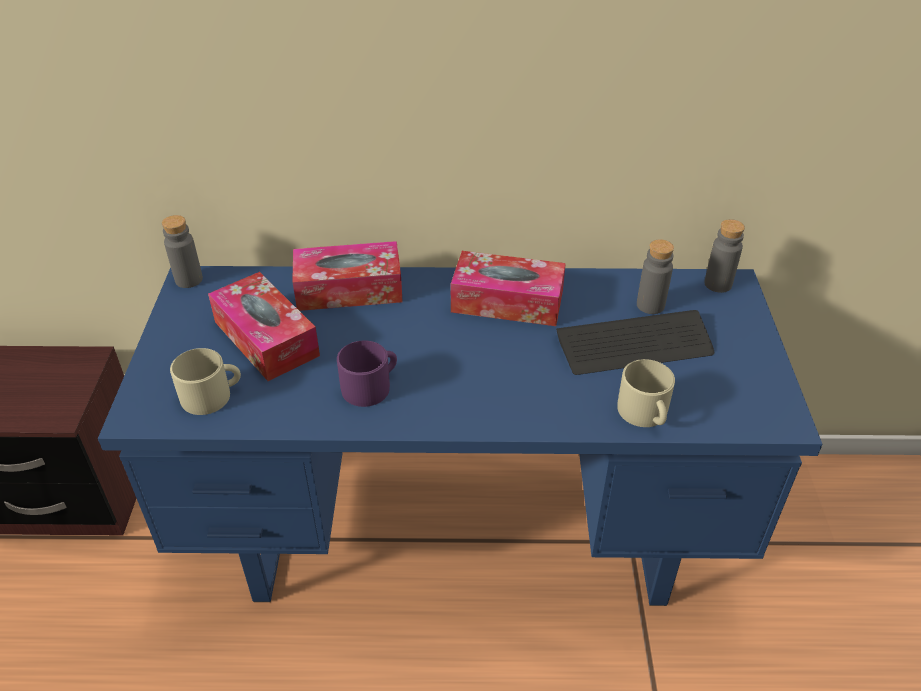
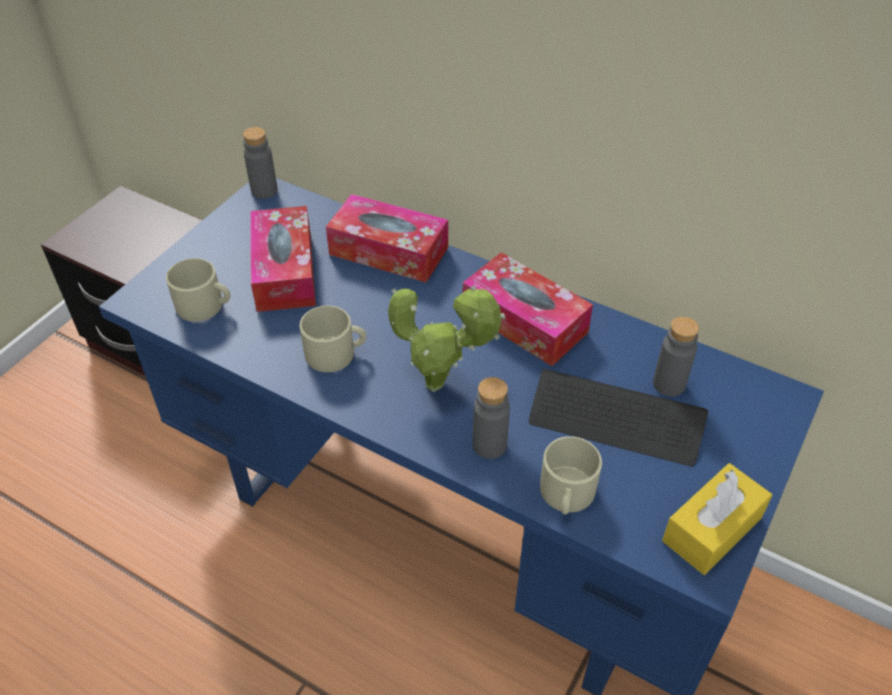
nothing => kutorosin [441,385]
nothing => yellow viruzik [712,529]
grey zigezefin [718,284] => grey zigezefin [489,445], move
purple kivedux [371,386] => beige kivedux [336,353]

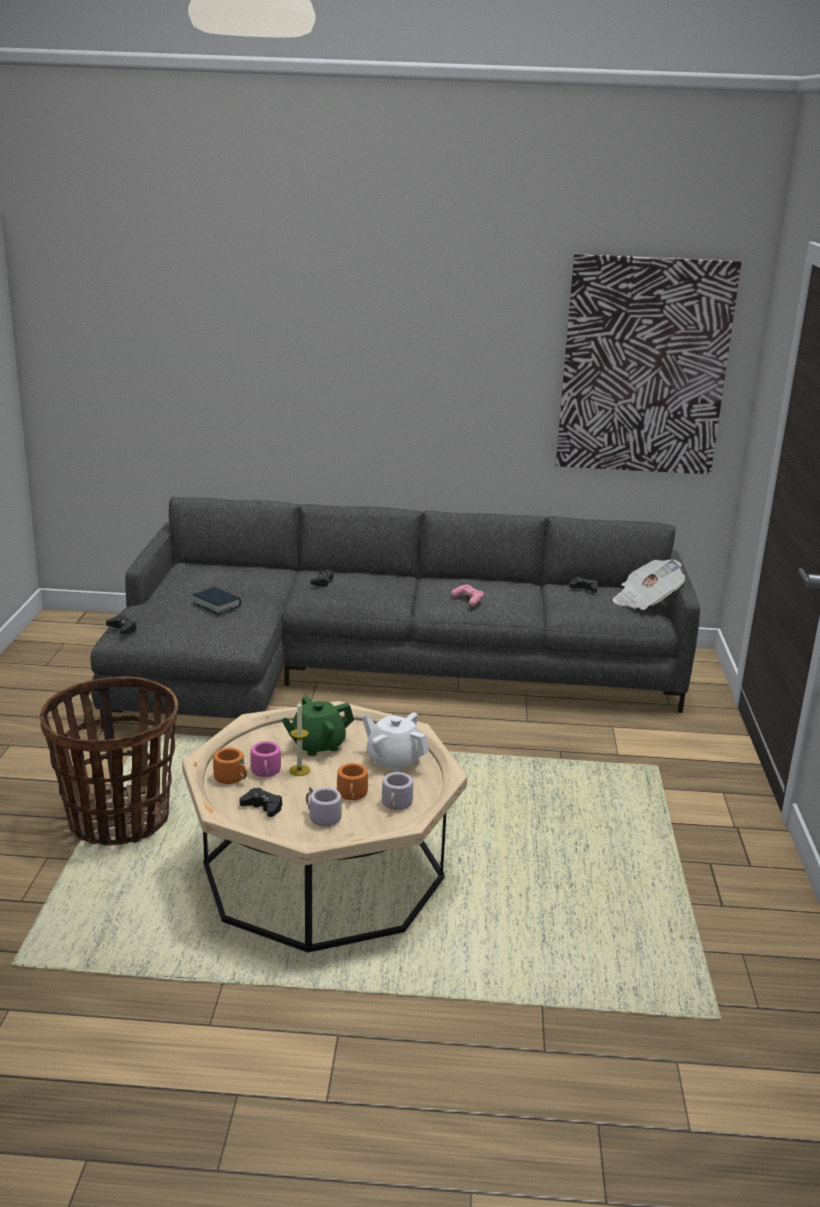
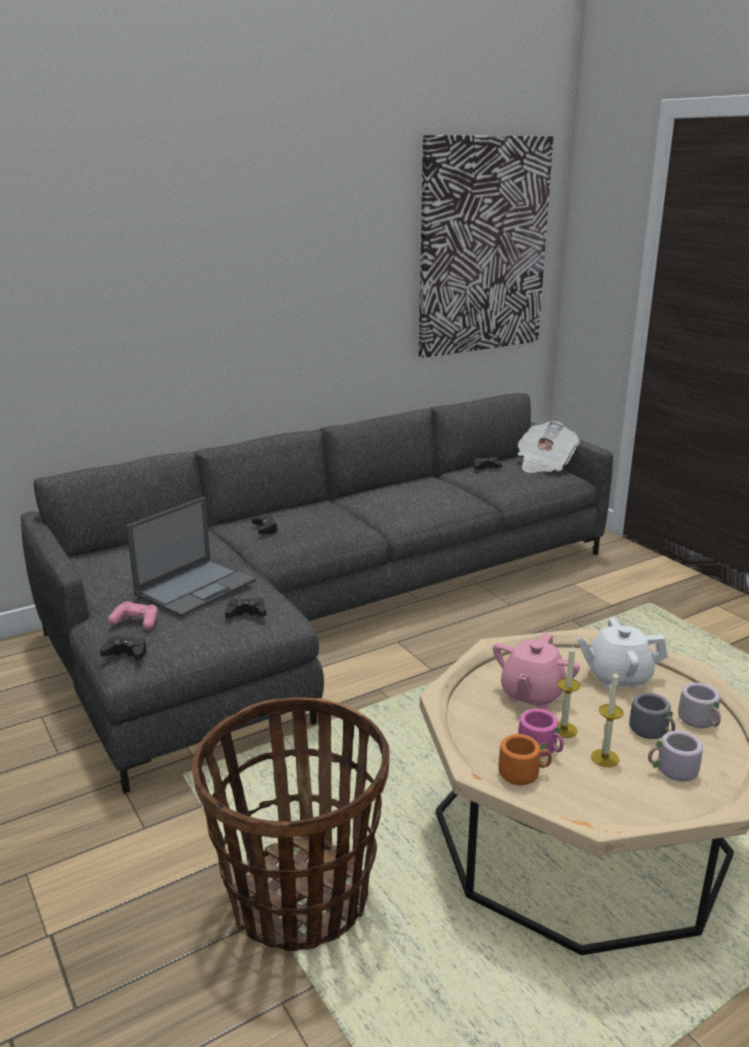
nothing => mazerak [605,758]
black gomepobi [263,807] => black gomepobi [246,613], move
pink gomepobi [468,600] => pink gomepobi [136,622], move
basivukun [217,605] => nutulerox [196,587]
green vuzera [317,745] => pink vuzera [531,694]
orange kivedux [353,795] => grey kivedux [653,731]

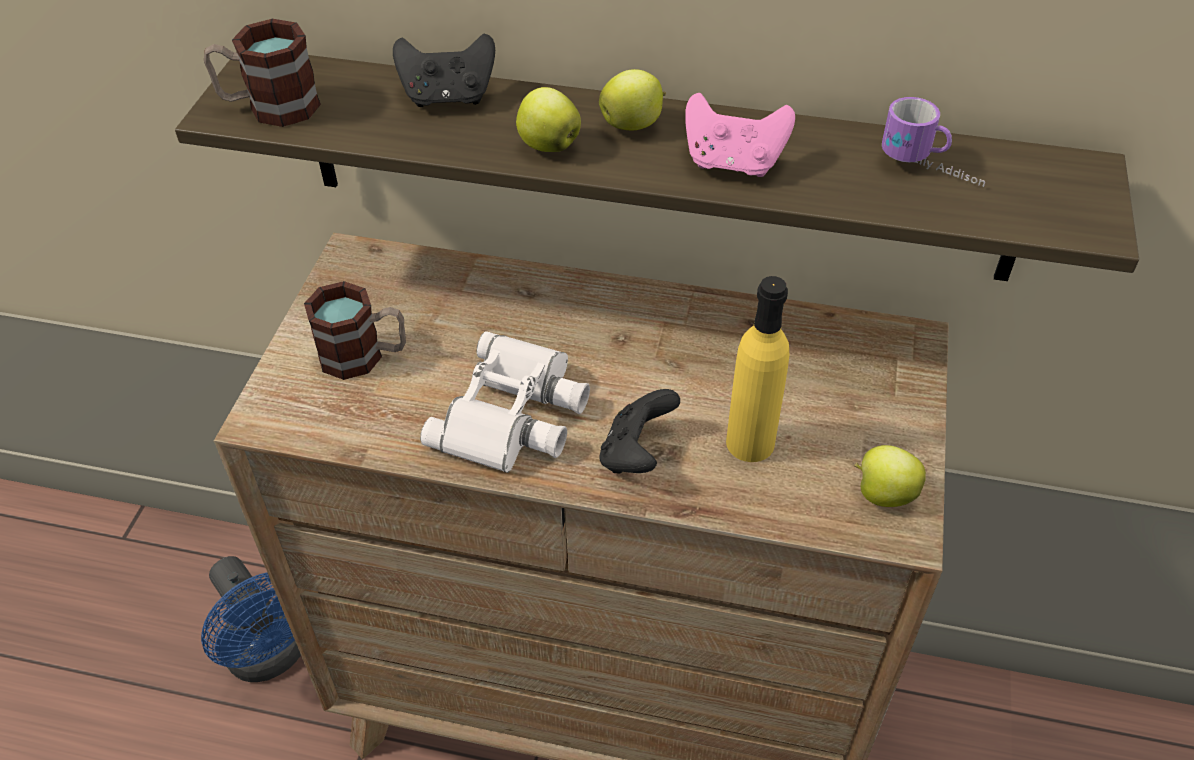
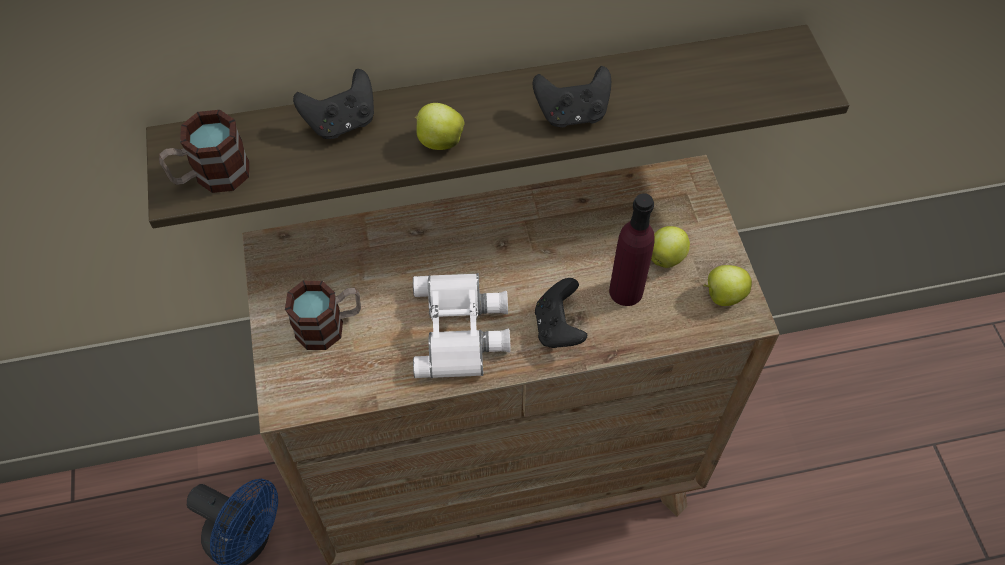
kivedux [930,171] => nothing
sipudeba [632,125] => sipudeba [666,257], move
pink gomepobi [733,163] => black gomepobi [572,114]
yellow zigezefin [750,443] => purple zigezefin [626,291]

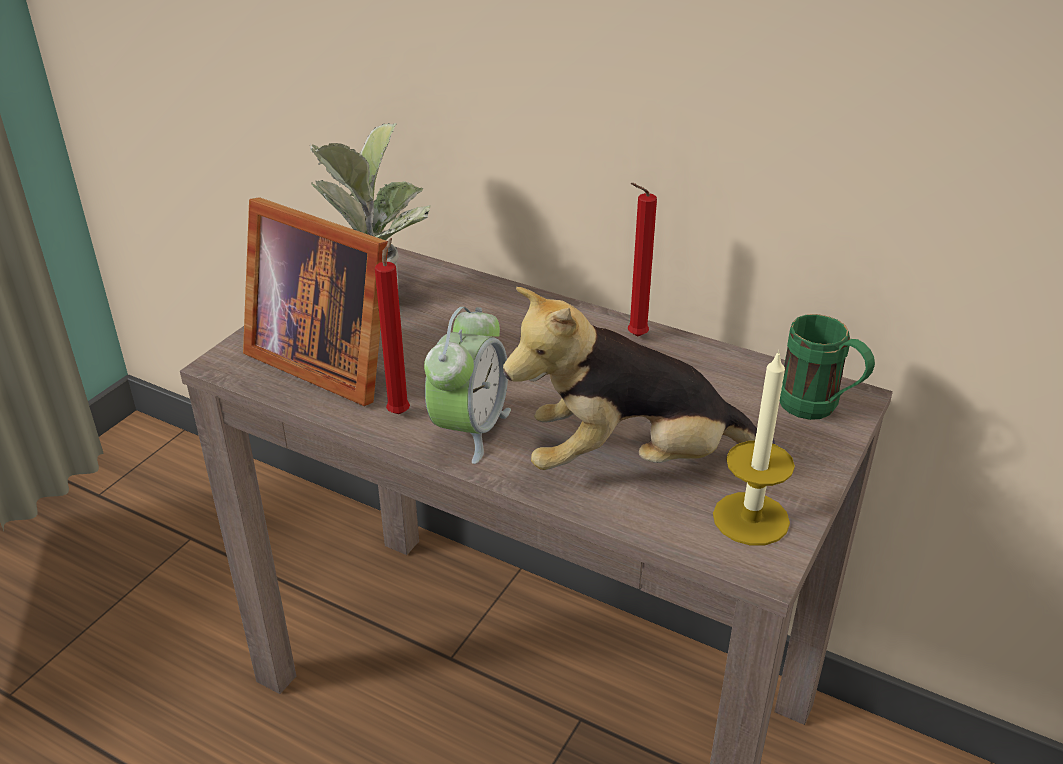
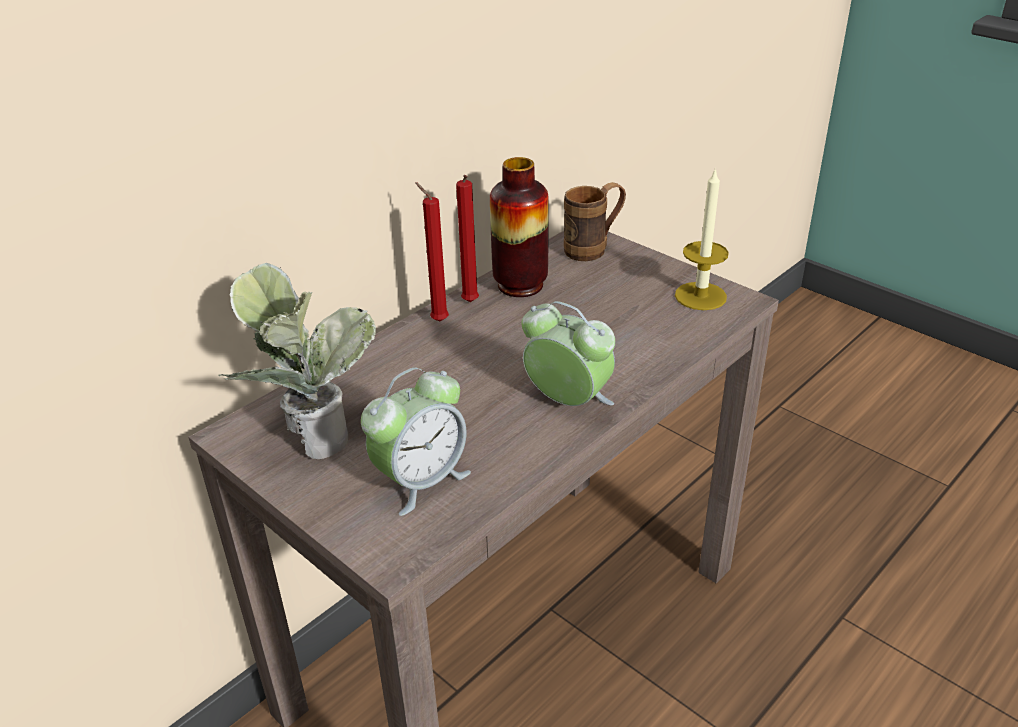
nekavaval [632,462] => nothing
nothing => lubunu [520,285]
red mazerak [400,411] => red mazerak [437,320], move
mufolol [325,359] => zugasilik [421,481]
green kivedux [818,410] => brown kivedux [594,249]

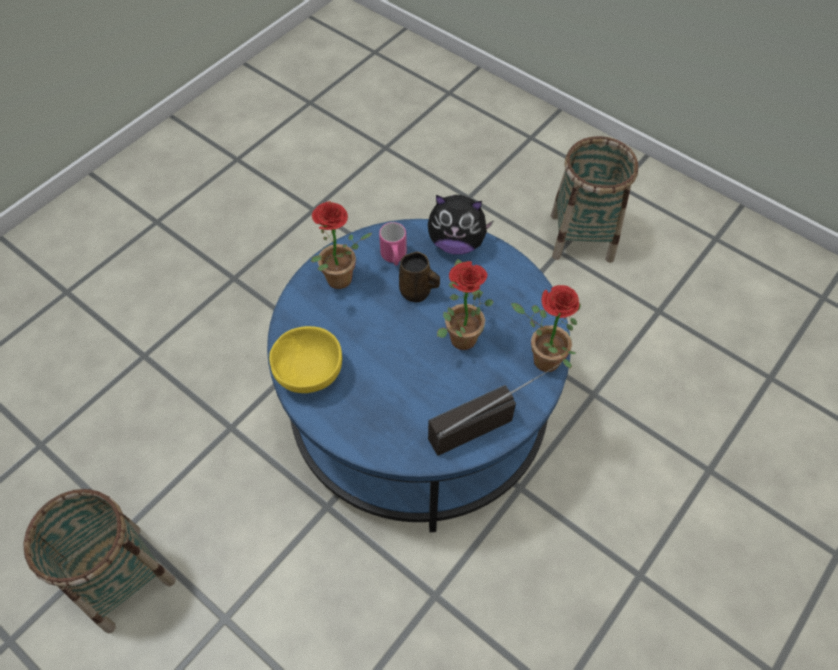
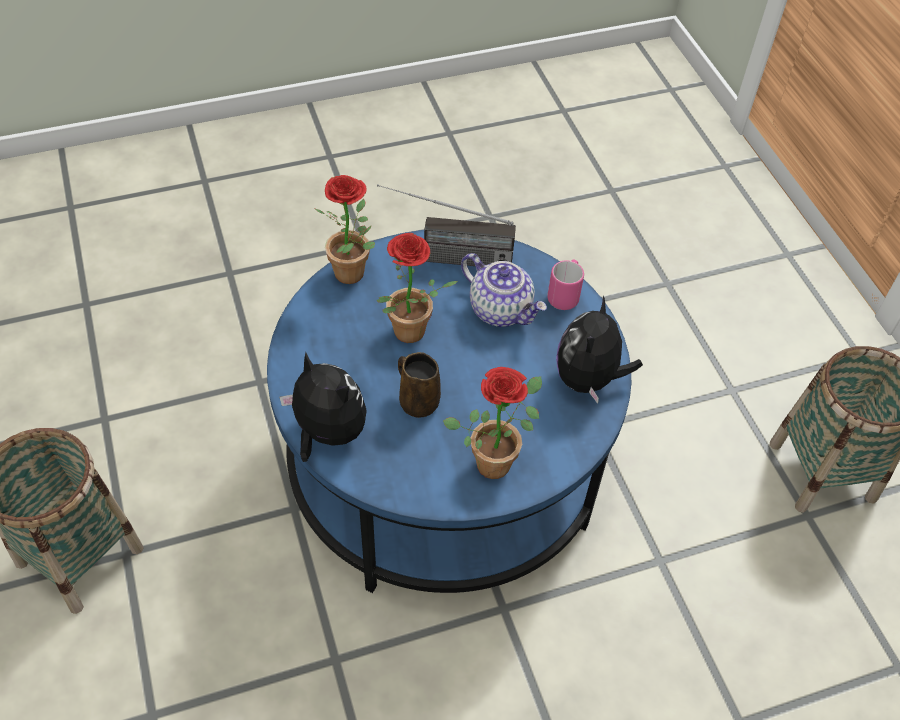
nothing => vuzera [501,310]
pink kivedux [394,257] => pink kivedux [565,295], move
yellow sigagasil [308,373] => nekavaval [588,379]

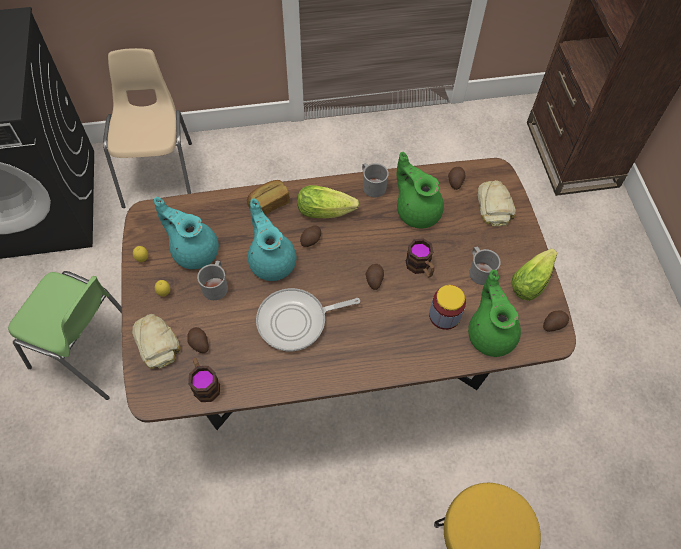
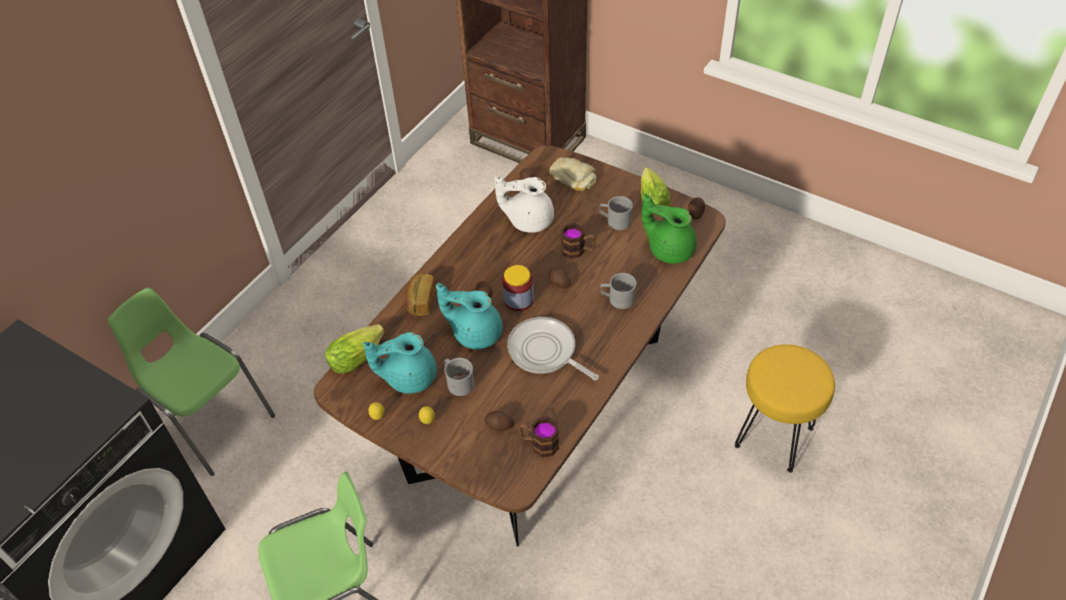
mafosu [157,342] => nothing
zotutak [328,211] => zotutak [359,355], move
grey kivedux [372,185] => grey kivedux [617,299], move
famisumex [444,315] => famisumex [518,299], move
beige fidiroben [159,173] => green fidiroben [211,420]
green vuzera [417,210] => white vuzera [528,220]
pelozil [296,321] => pelozil [545,352], 105 degrees clockwise

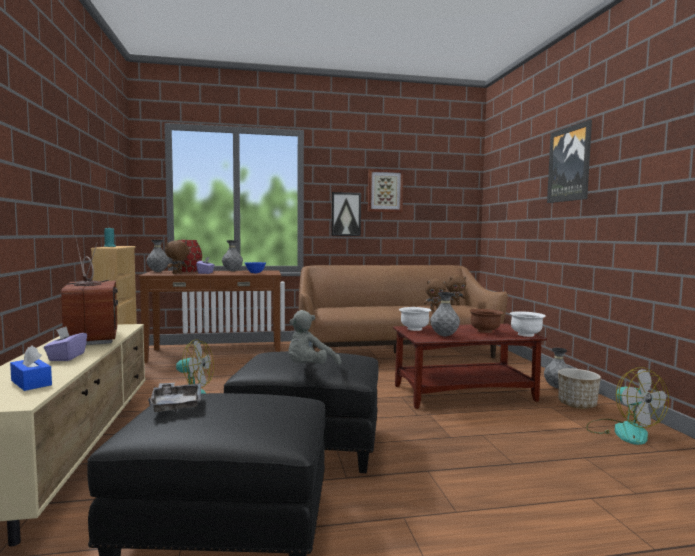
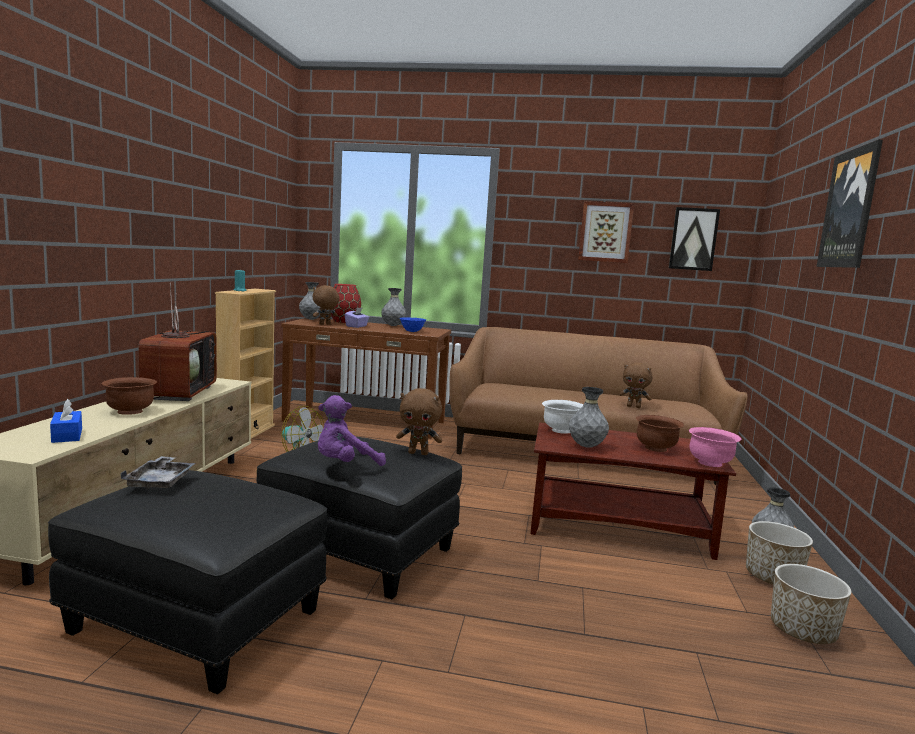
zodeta [346,214] => zodeta [693,239], move
brown nekavaval [455,304] => brown nekavaval [418,453], move
purple viruzik [66,357] => brown sigagasil [130,411]
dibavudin [622,431] => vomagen [803,631]
grey nekavaval [309,369] => purple nekavaval [345,465]
white sigagasil [526,335] => pink sigagasil [710,463]

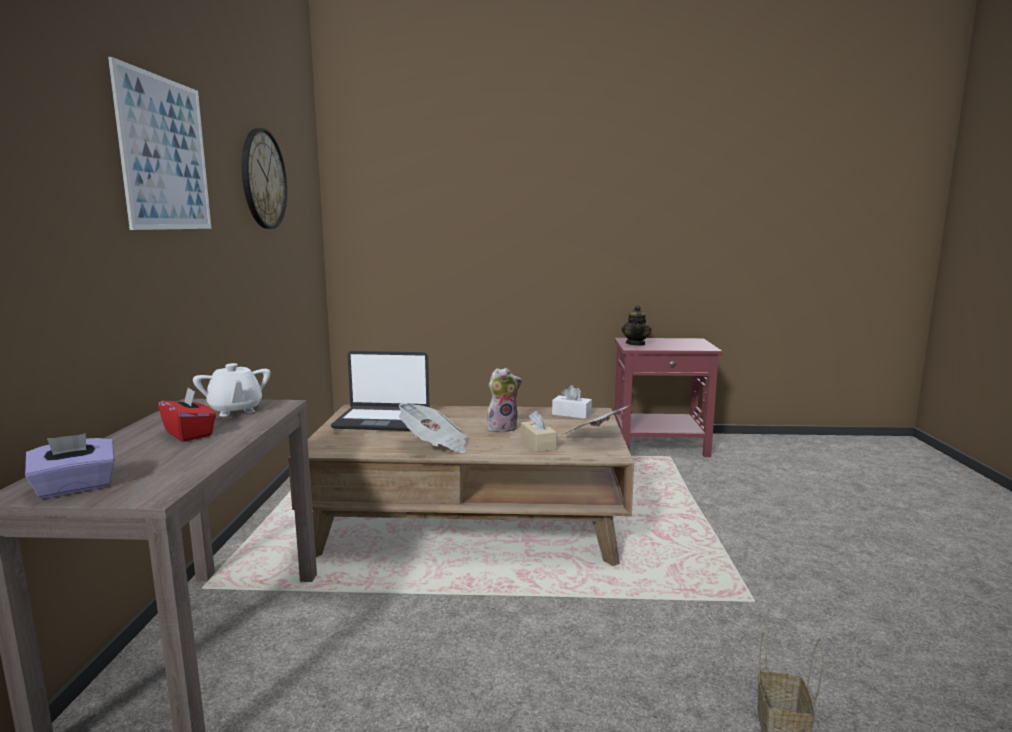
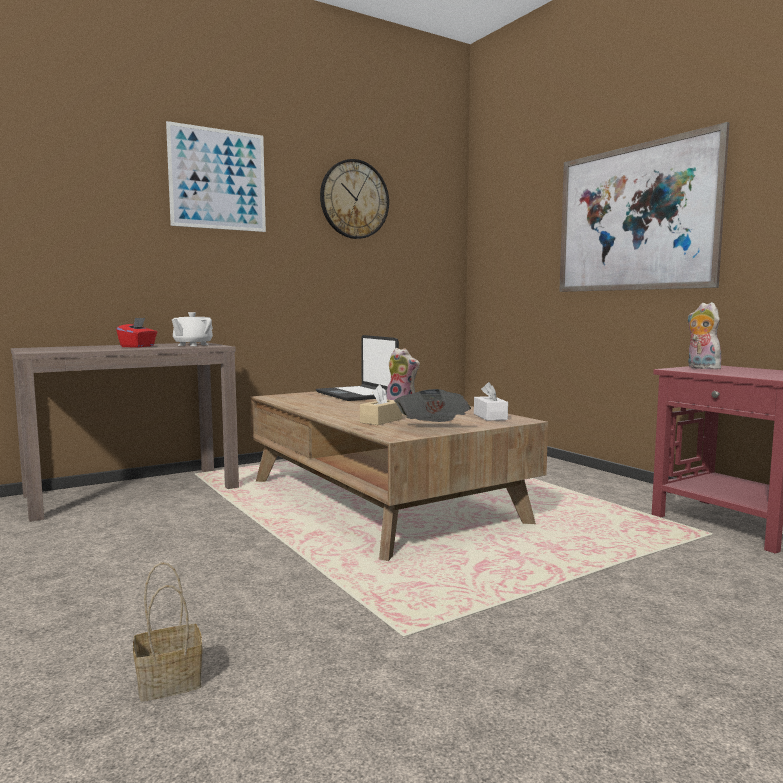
purple viruzik [75,488] => nothing
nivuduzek [435,446] => nothing
nothing => zodeta [634,218]
vuzera [636,344] => nekavaval [701,368]

